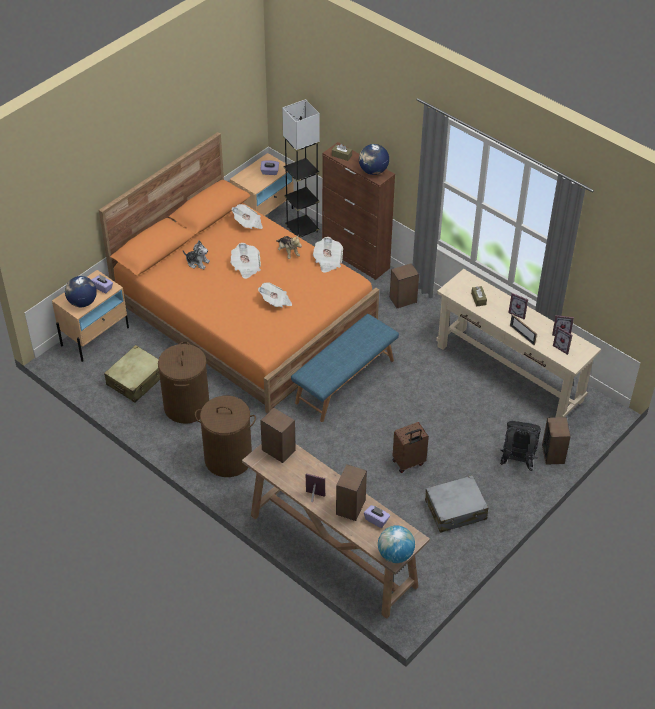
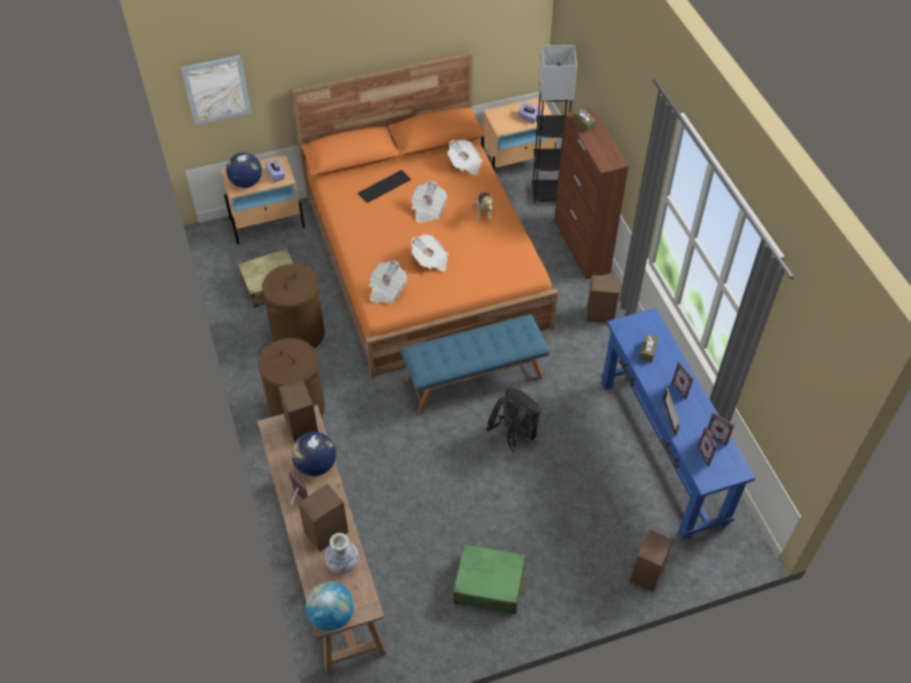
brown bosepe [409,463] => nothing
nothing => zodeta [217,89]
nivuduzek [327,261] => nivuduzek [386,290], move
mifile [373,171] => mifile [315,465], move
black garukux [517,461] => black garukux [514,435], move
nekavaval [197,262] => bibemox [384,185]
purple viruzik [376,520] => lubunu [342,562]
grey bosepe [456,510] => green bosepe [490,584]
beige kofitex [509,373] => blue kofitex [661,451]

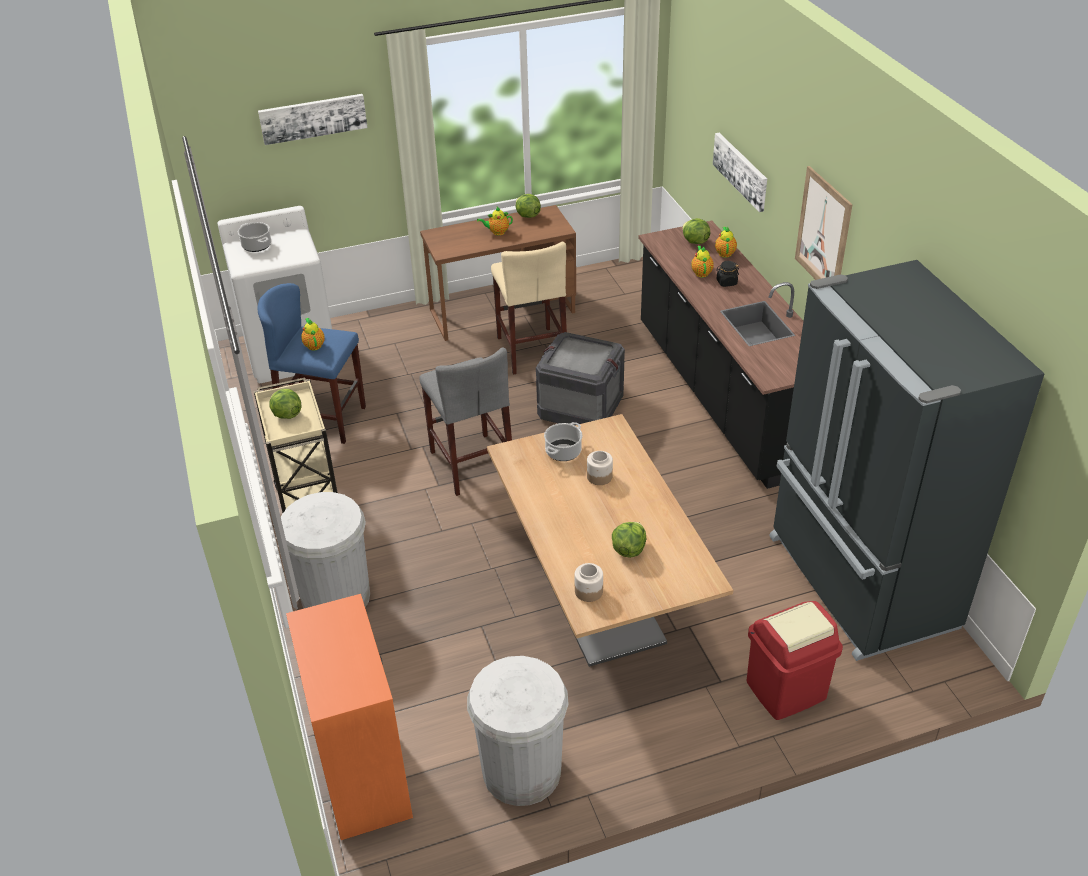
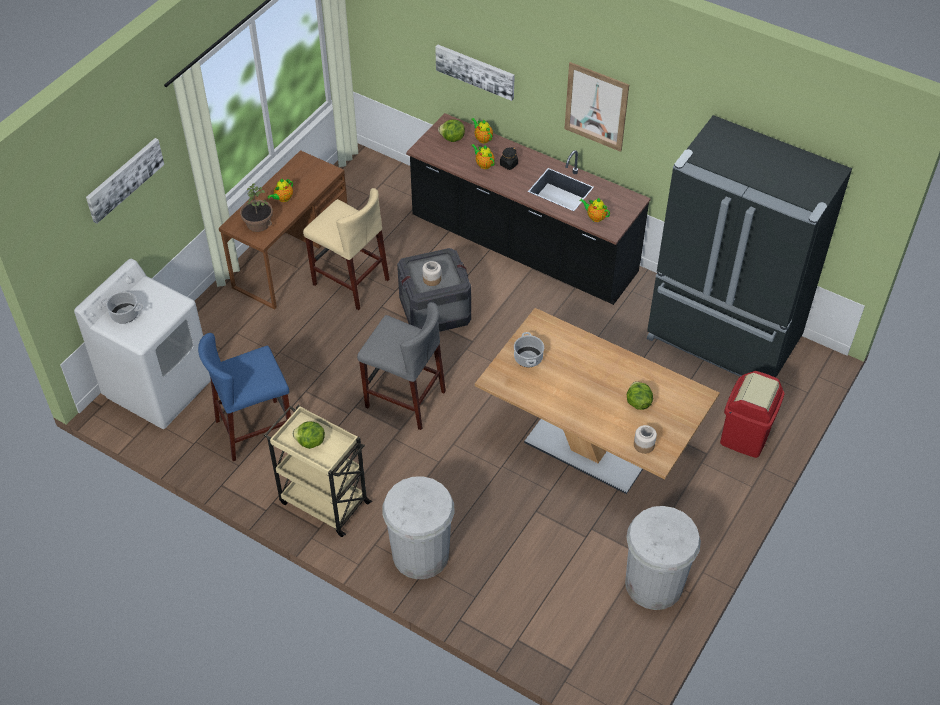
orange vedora [364,775] => nothing
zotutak [527,215] => nothing
nothing => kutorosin [258,224]
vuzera [314,345] => vuzera [595,217], move
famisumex [599,477] => famisumex [432,279], move

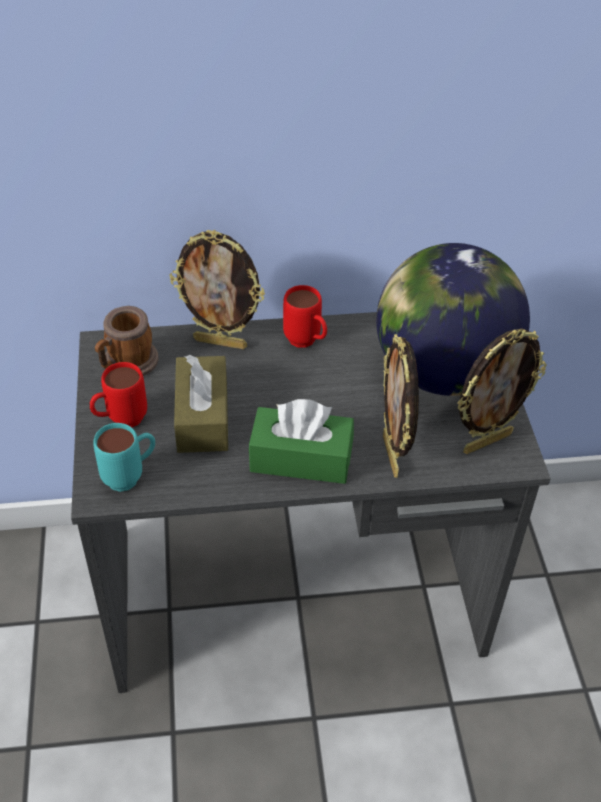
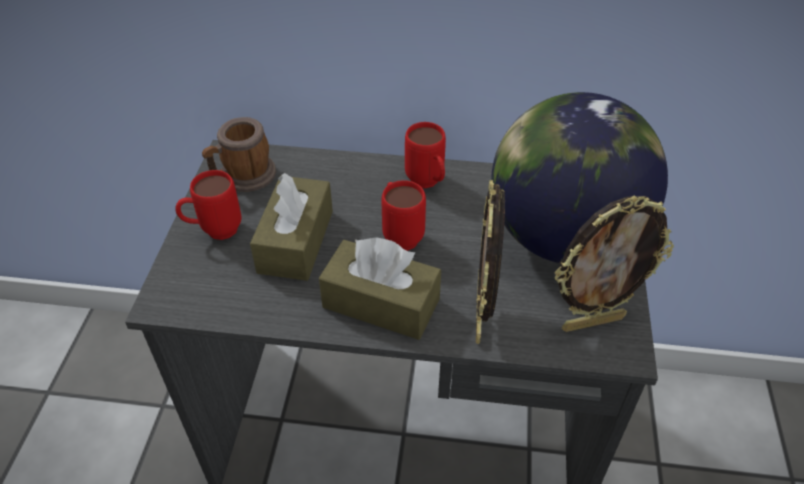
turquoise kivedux [131,477] => nothing
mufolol [221,342] => nothing
nothing => red kivedux [400,234]
green viruzik [301,458] => brown viruzik [381,303]

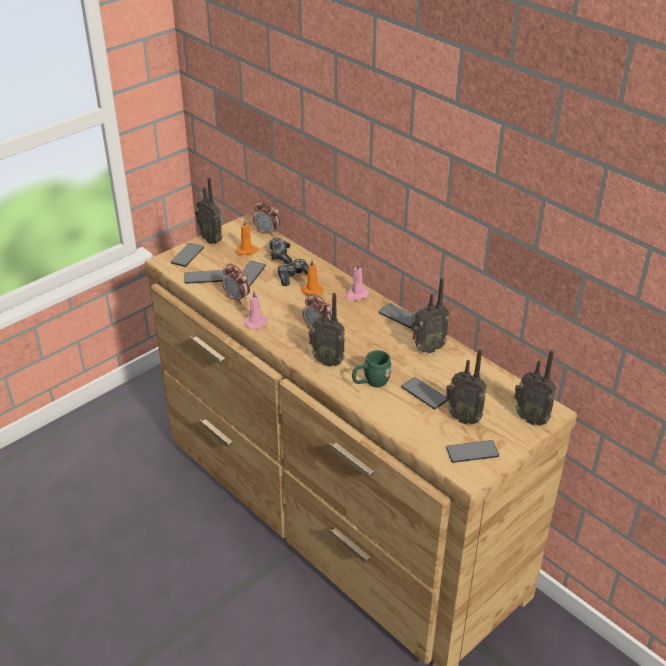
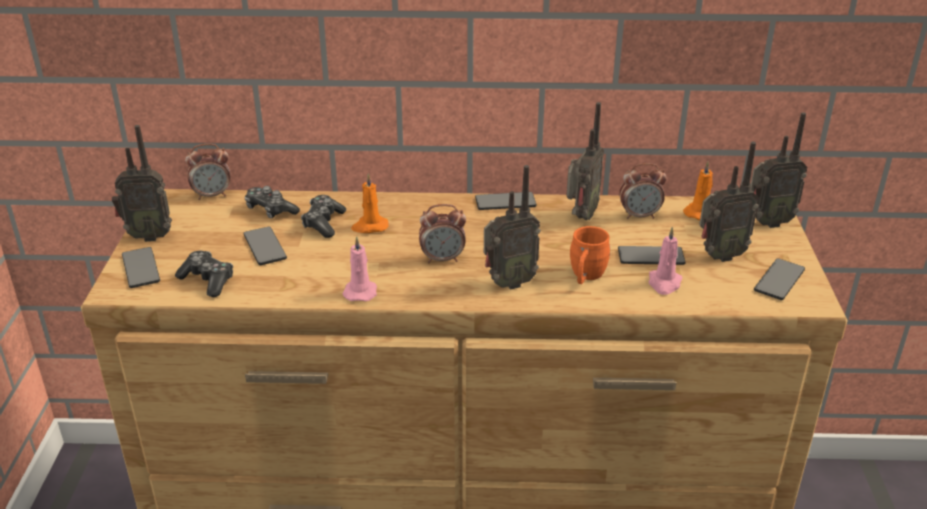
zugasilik [237,298] => zugasilik [639,216], move
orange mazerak [247,250] => orange mazerak [700,212], move
pink mazerak [356,295] => pink mazerak [664,283], move
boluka [204,278] => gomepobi [208,280]
green kivedux [371,382] => orange kivedux [585,276]

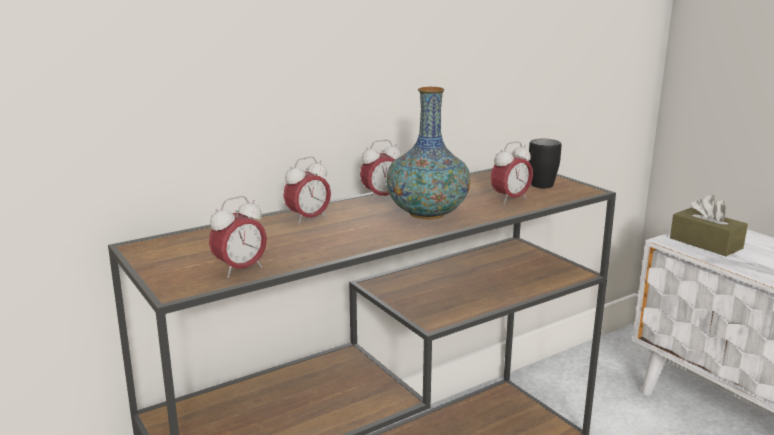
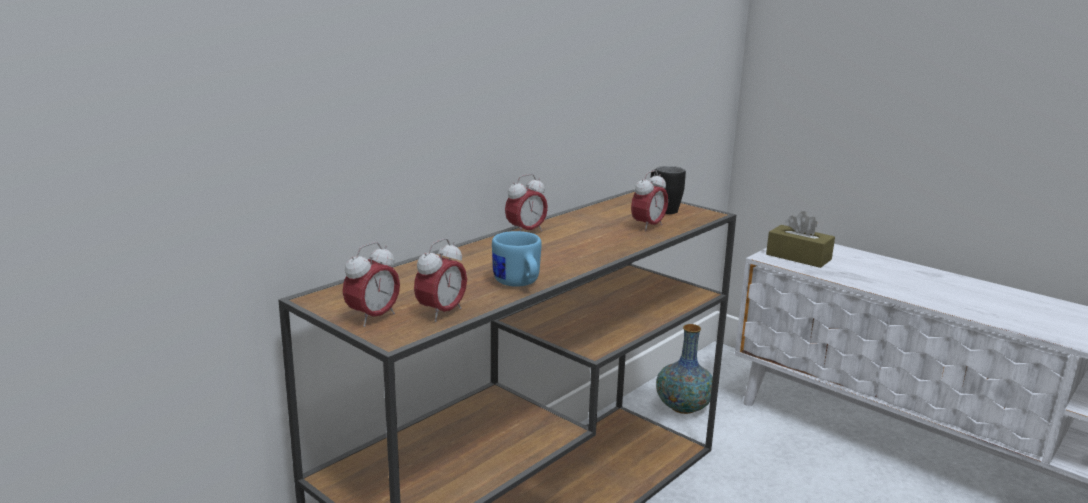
nothing => blue kivedux [518,284]
zugasilik [308,219] => zugasilik [373,318], move
lubunu [427,213] => lubunu [683,407], move

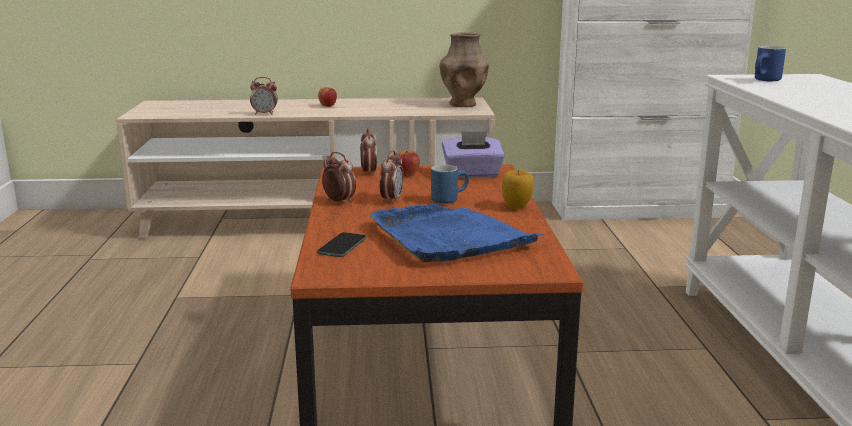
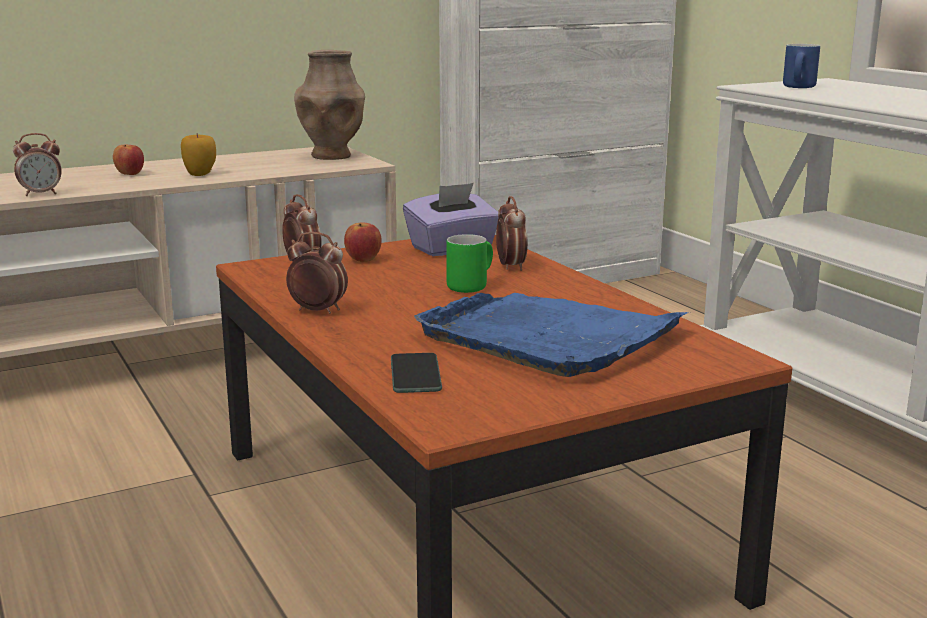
zugasilik [391,200] => zugasilik [510,267], move
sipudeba [517,207] => sipudeba [200,174], move
blue kivedux [448,199] => green kivedux [469,285]

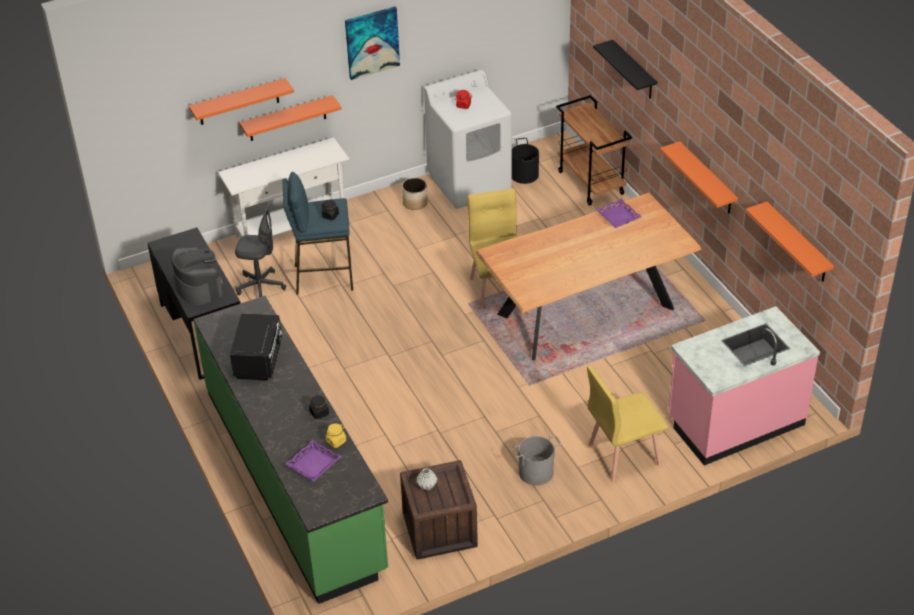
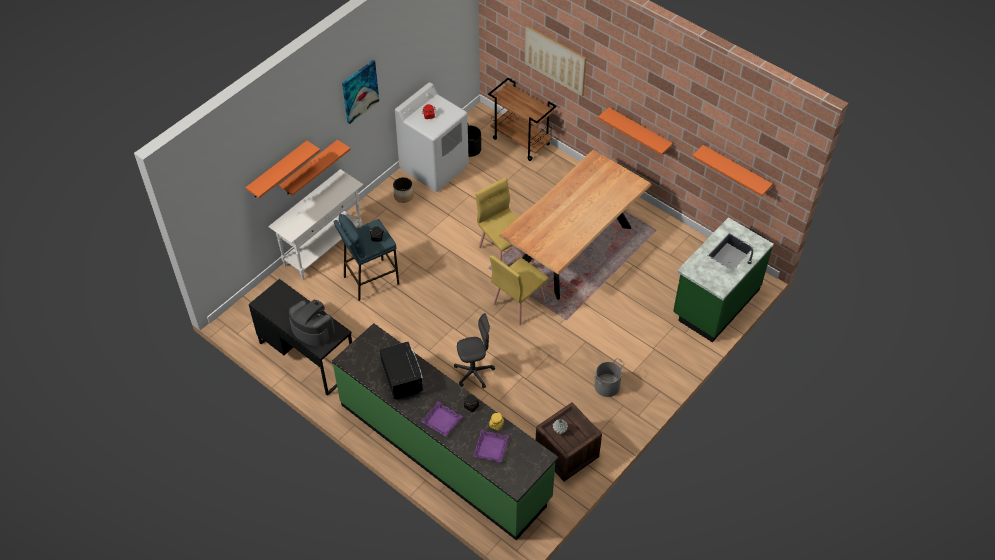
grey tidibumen [261,287] => grey tidibumen [474,373], move
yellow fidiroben [623,455] => yellow fidiroben [518,303], move
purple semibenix [618,216] => purple semibenix [442,420], move
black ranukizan [634,71] => zodeta [555,60]
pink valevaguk [735,421] => green valevaguk [715,302]

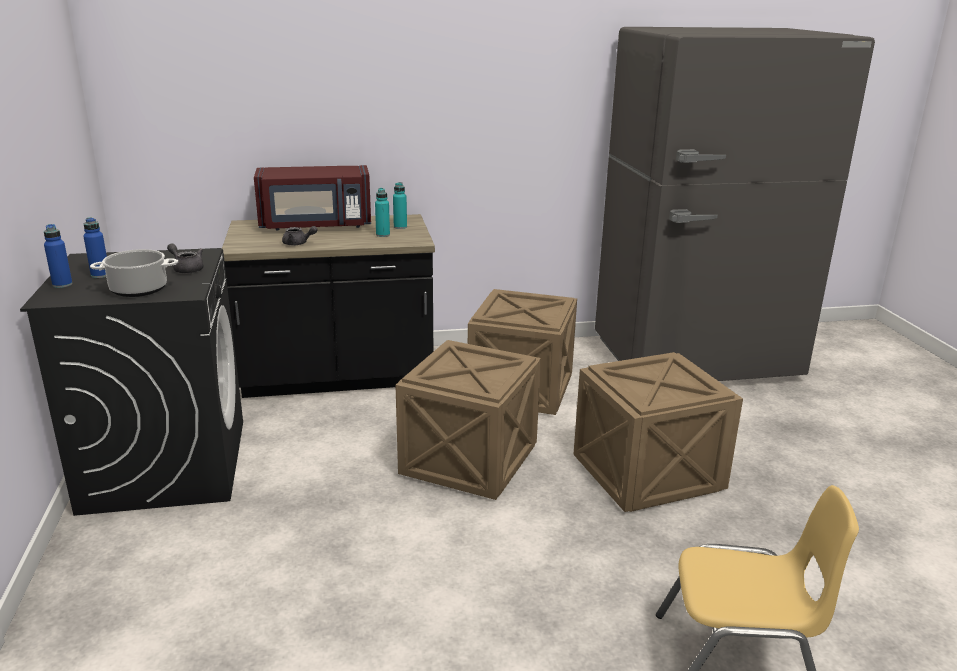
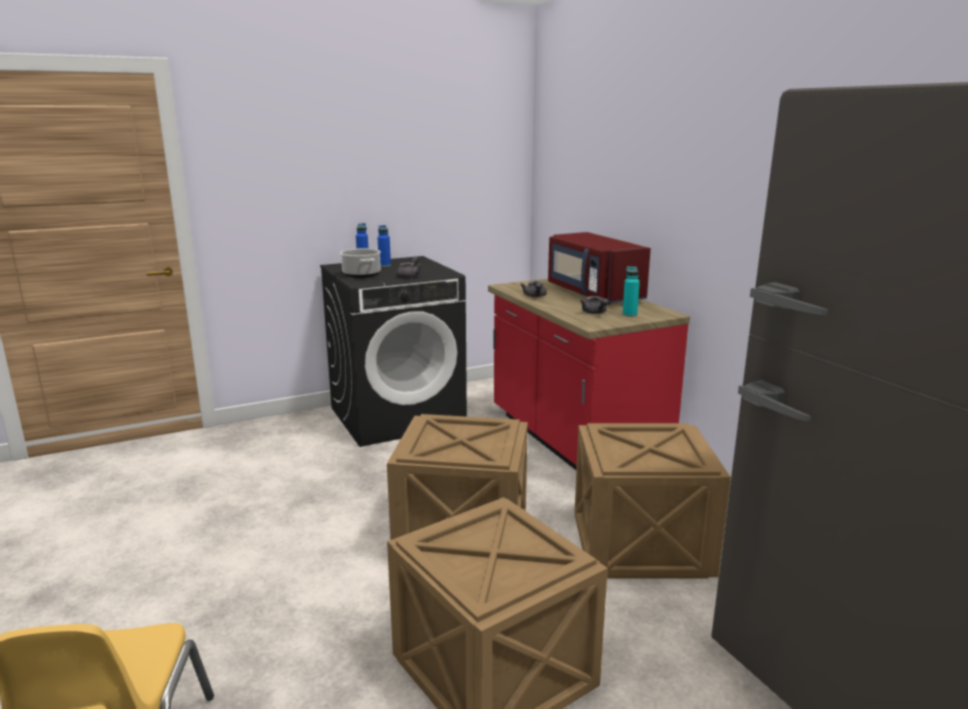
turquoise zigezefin [383,235] => grey vuzera [595,313]
black valevaguk [337,377] => red valevaguk [574,442]

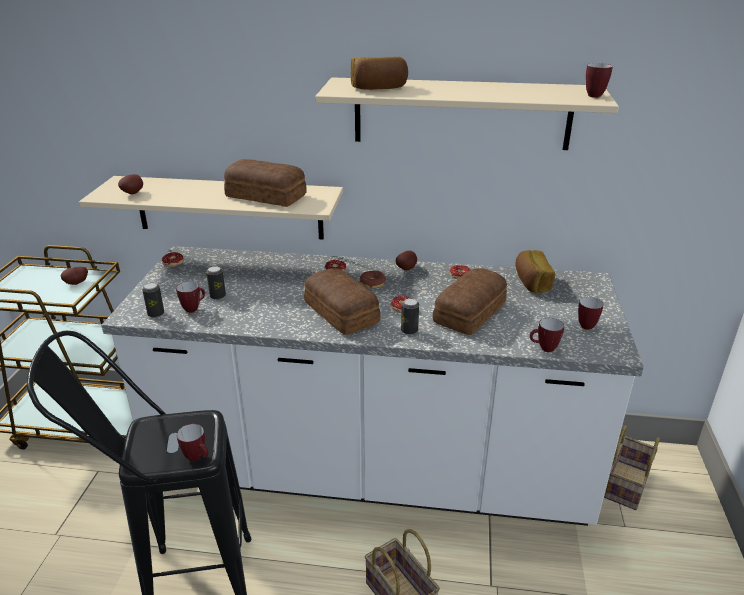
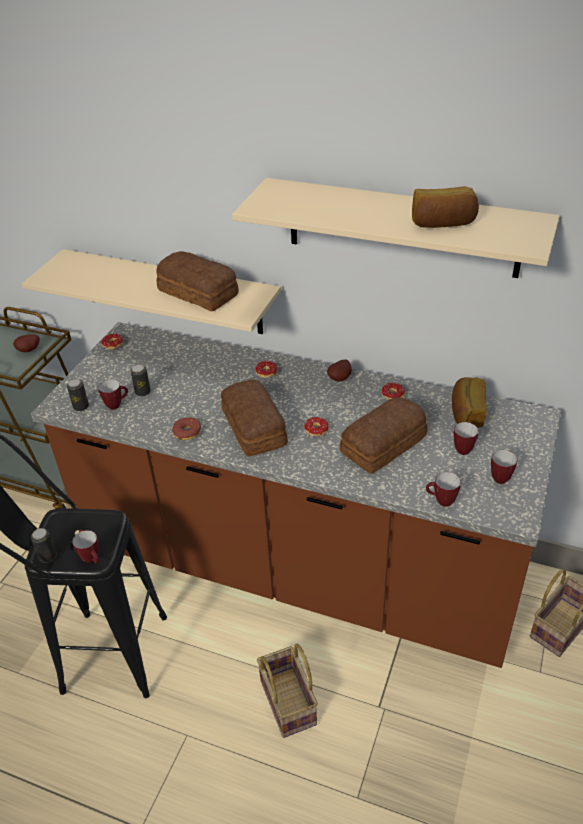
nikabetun [134,193] => nothing
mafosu [378,88] => mafosu [443,223], move
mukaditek [372,283] => mukaditek [187,432], move
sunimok [409,330] => sunimok [48,556], move
kivedux [592,95] => kivedux [462,448], move
white valevaguk [372,469] => brown valevaguk [298,565]

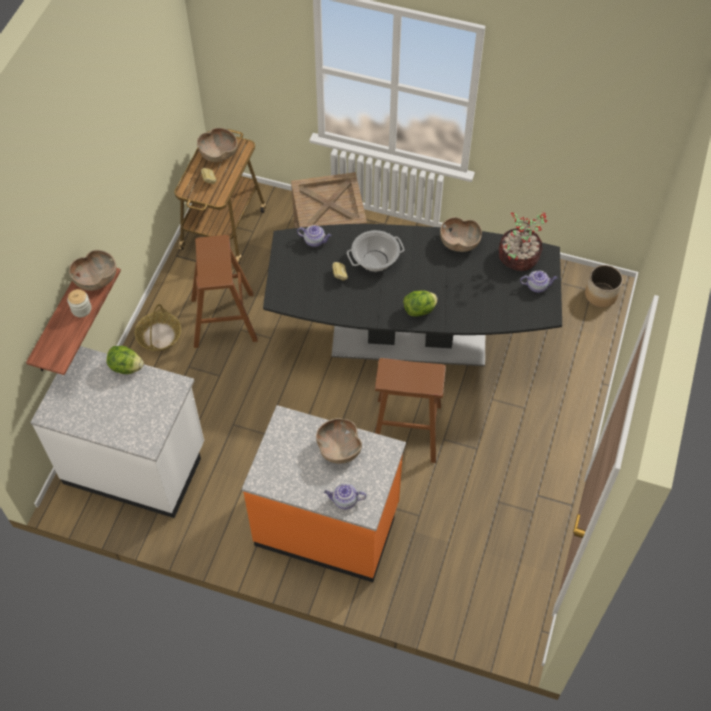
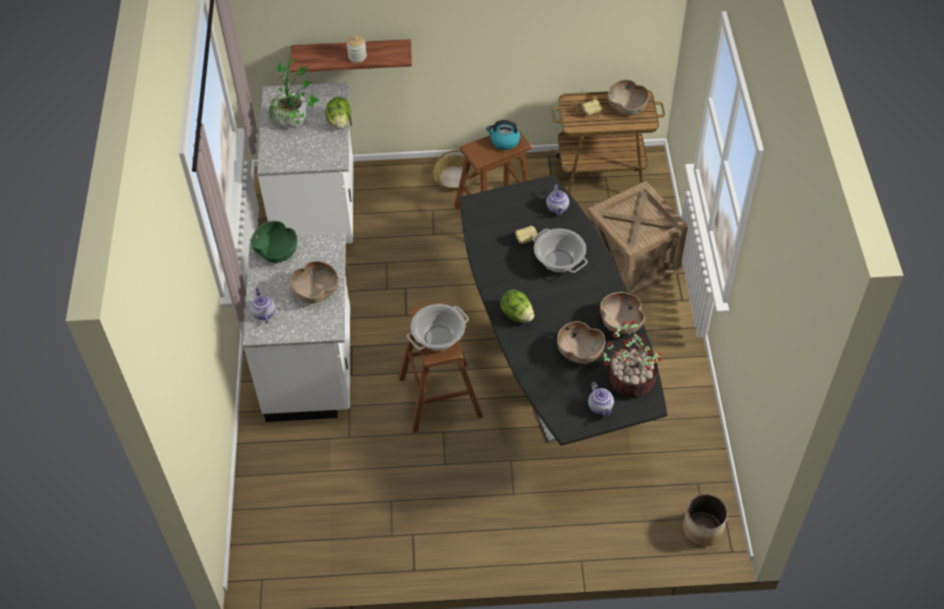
nothing => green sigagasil [277,252]
nothing => kutorosin [295,126]
nothing => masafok [438,338]
nothing => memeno [504,141]
brown sigagasil [96,280] => brown sigagasil [579,352], move
orange valevaguk [327,524] => white valevaguk [312,367]

